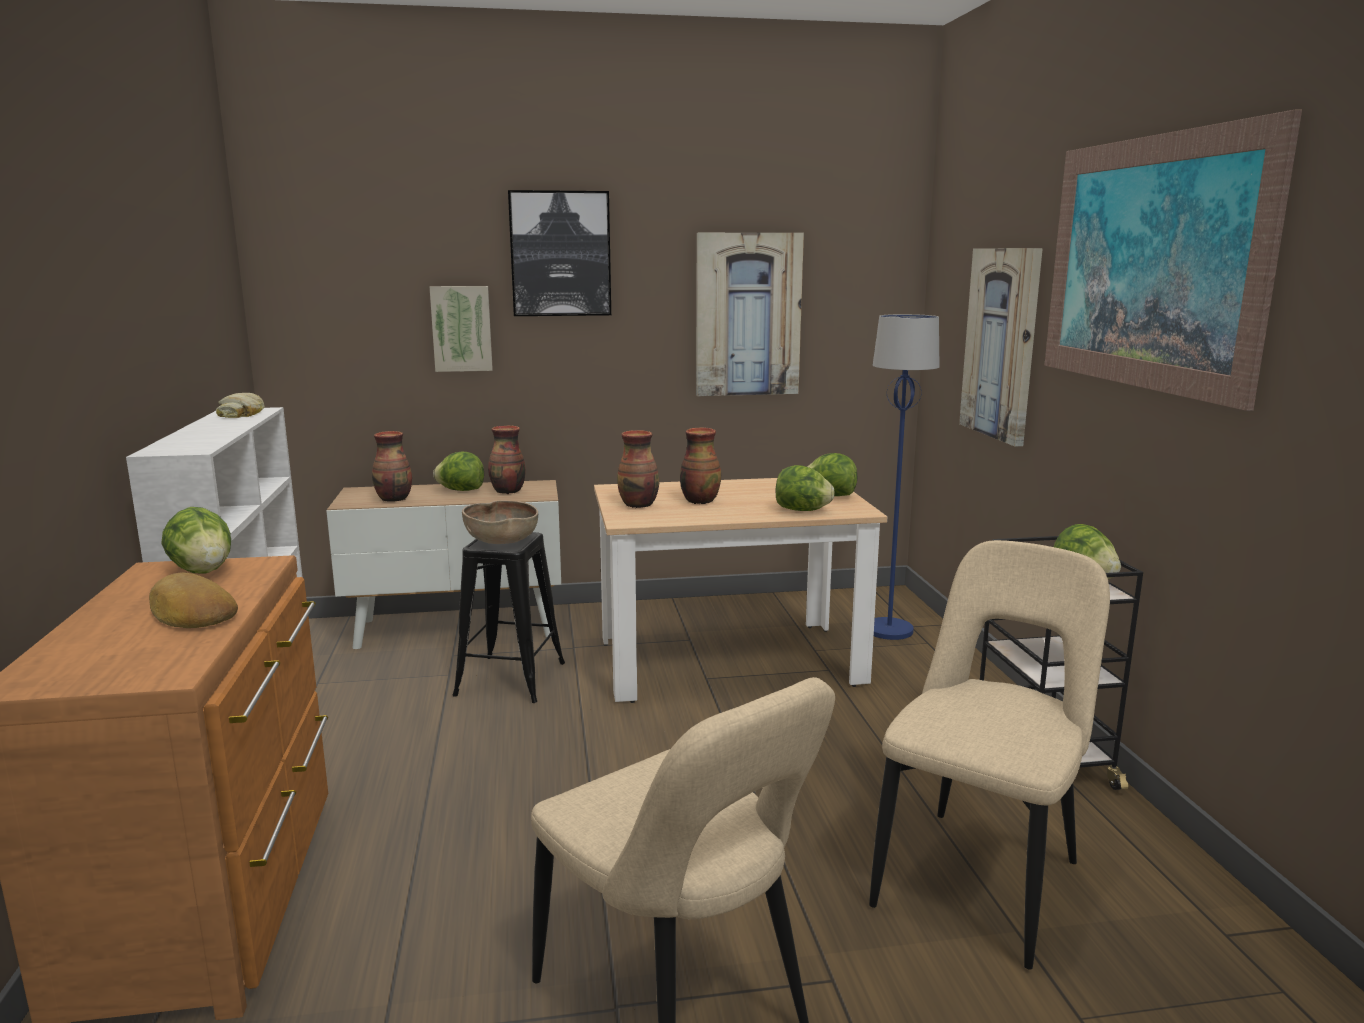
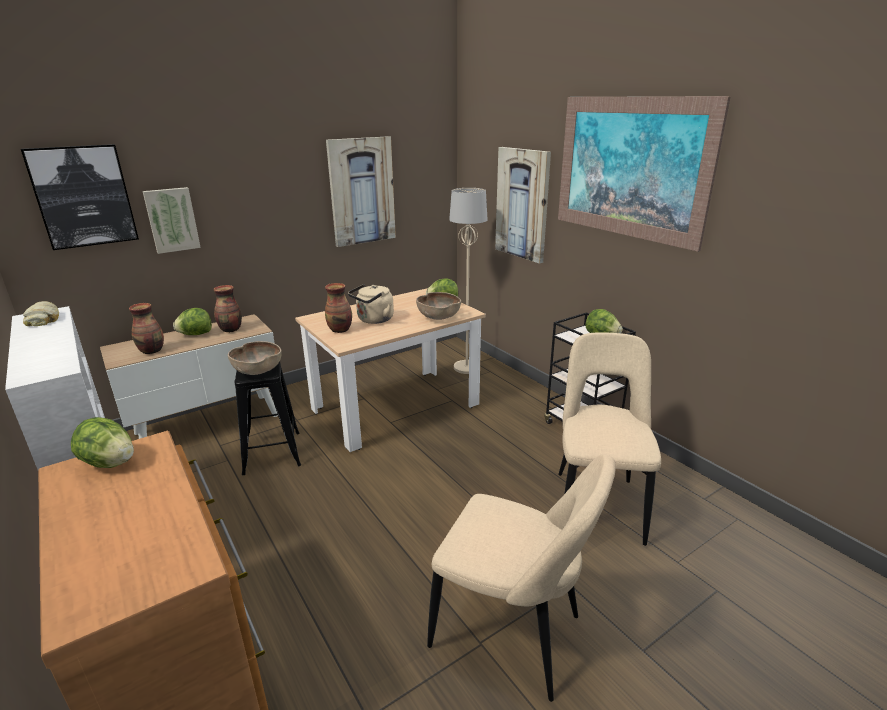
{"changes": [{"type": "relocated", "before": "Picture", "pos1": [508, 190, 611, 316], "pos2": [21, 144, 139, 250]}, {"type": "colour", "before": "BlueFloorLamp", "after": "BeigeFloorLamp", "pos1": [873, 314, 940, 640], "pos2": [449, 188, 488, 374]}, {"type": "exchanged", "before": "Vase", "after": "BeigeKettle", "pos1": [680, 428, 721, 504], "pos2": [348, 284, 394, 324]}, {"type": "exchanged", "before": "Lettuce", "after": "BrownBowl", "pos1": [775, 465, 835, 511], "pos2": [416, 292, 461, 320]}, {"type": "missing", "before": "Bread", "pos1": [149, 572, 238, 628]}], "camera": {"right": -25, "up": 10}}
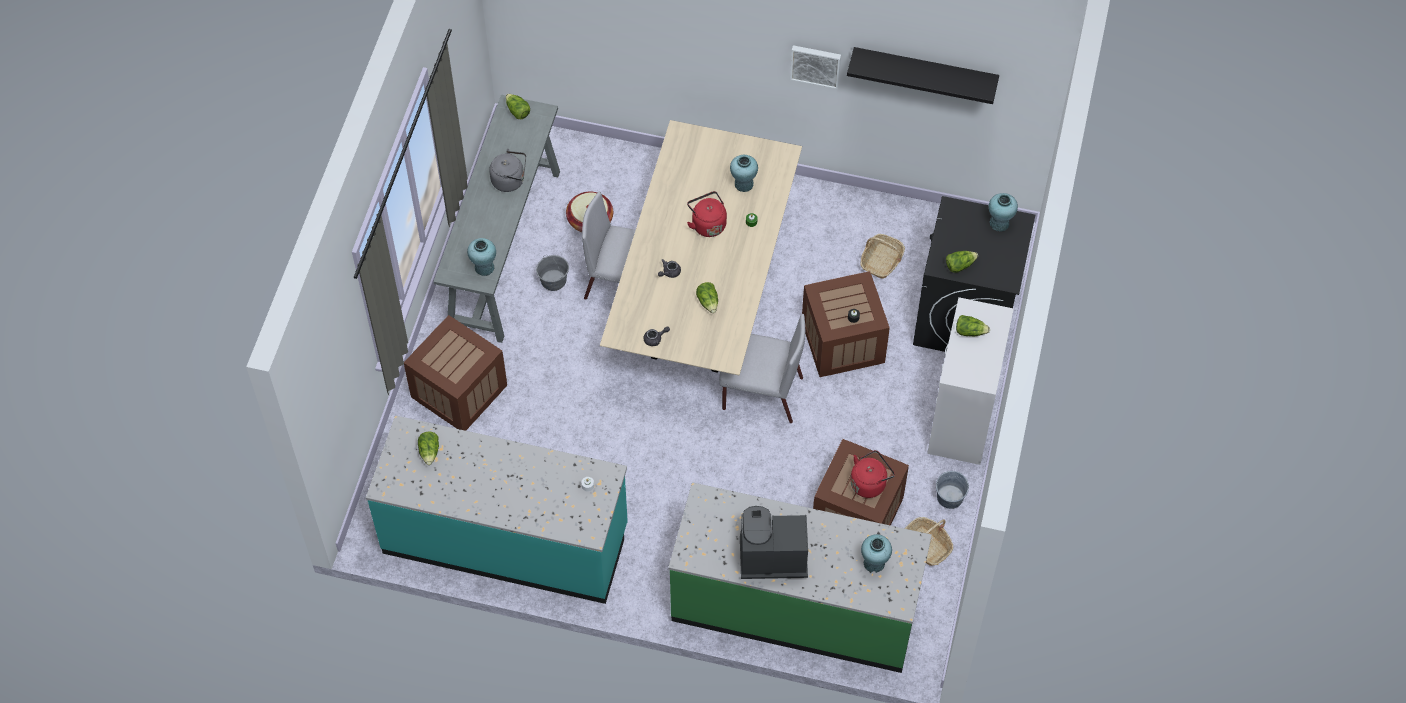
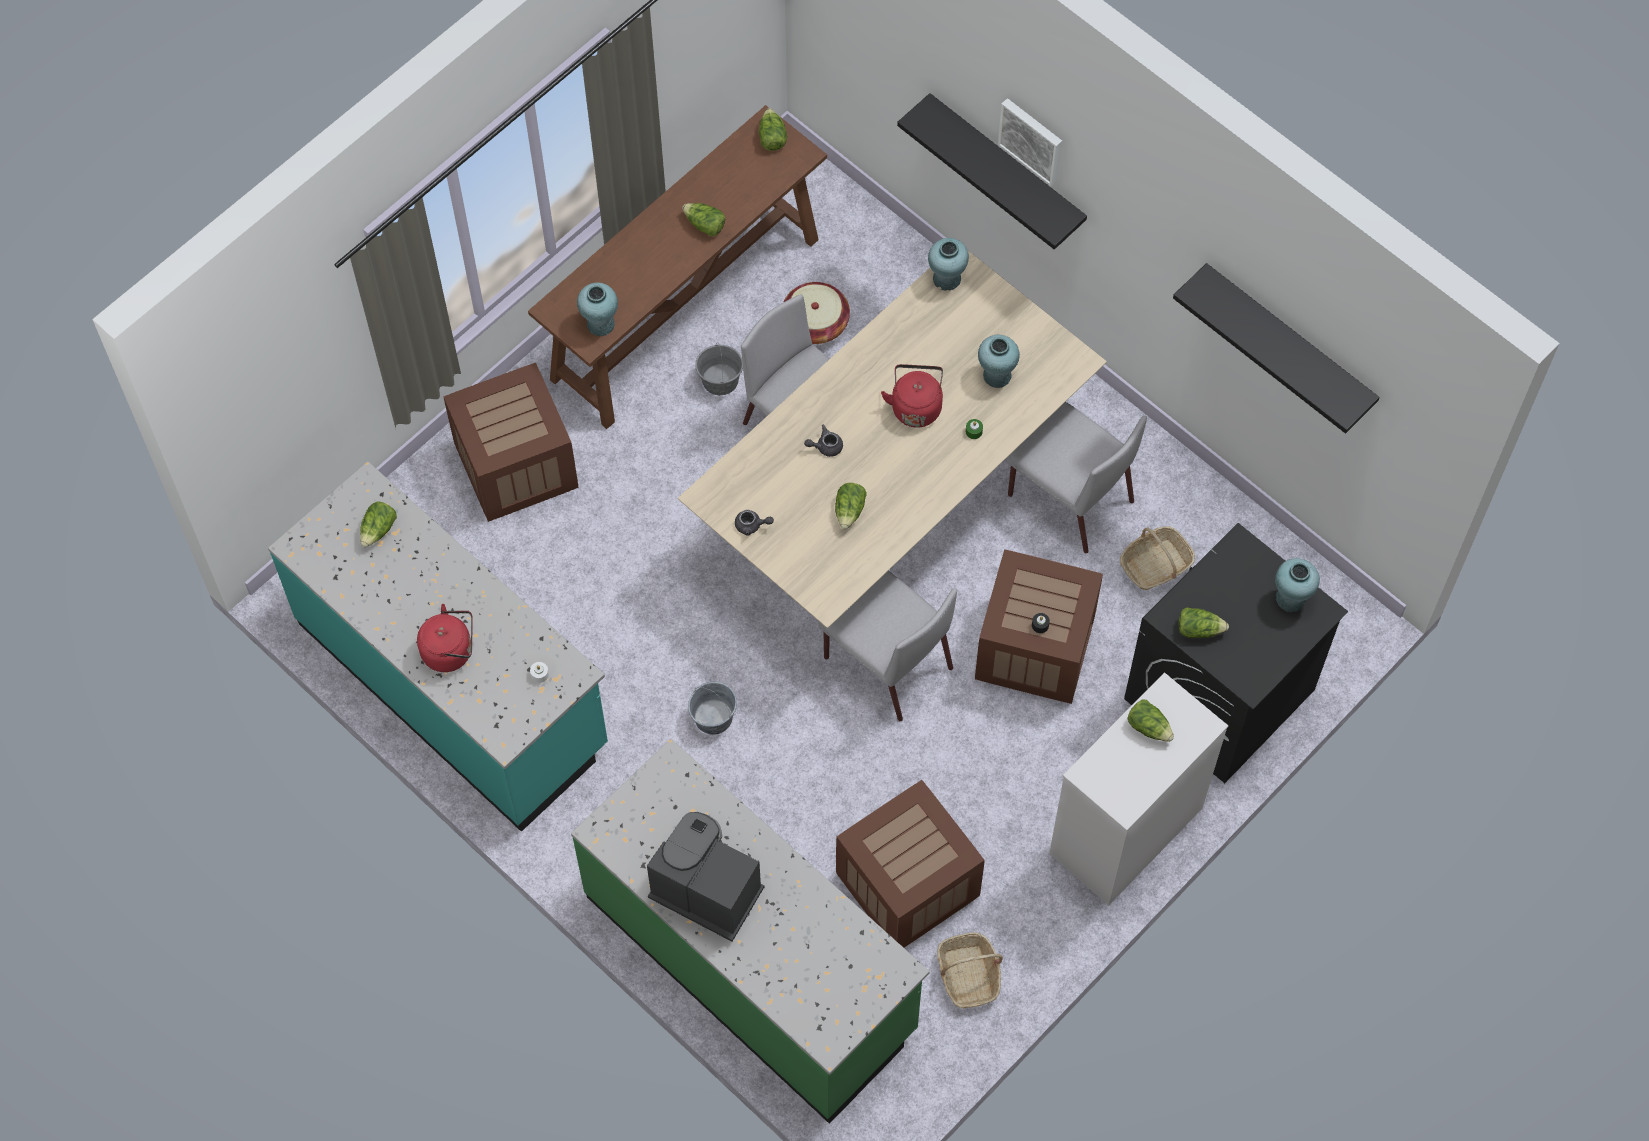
{"changes": [{"type": "relocated", "before": "Picture", "pos1": [790, 45, 841, 89], "pos2": [998, 98, 1062, 186]}, {"type": "colour", "before": "GreyConsoleTable", "after": "BrownConsoleTable", "pos1": [433, 95, 560, 343], "pos2": [528, 105, 827, 429]}, {"type": "exchanged", "before": "GreyKettle", "after": "Lettuce", "pos1": [489, 149, 526, 192], "pos2": [682, 203, 725, 237]}, {"type": "relocated", "before": "RedKettle", "pos1": [850, 450, 895, 498], "pos2": [417, 604, 473, 672]}, {"type": "relocated", "before": "GreyBucket", "pos1": [936, 471, 969, 509], "pos2": [688, 682, 737, 735]}, {"type": "relocated", "before": "TurquoiseVase", "pos1": [861, 534, 892, 573], "pos2": [928, 238, 969, 291]}, {"type": "appeared", "after": "BlackShelf", "pos2": [897, 93, 1087, 250]}, {"type": "appeared", "after": "GreyChair", "pos2": [1007, 402, 1147, 553]}], "camera": {"right": 30, "up": 5}}
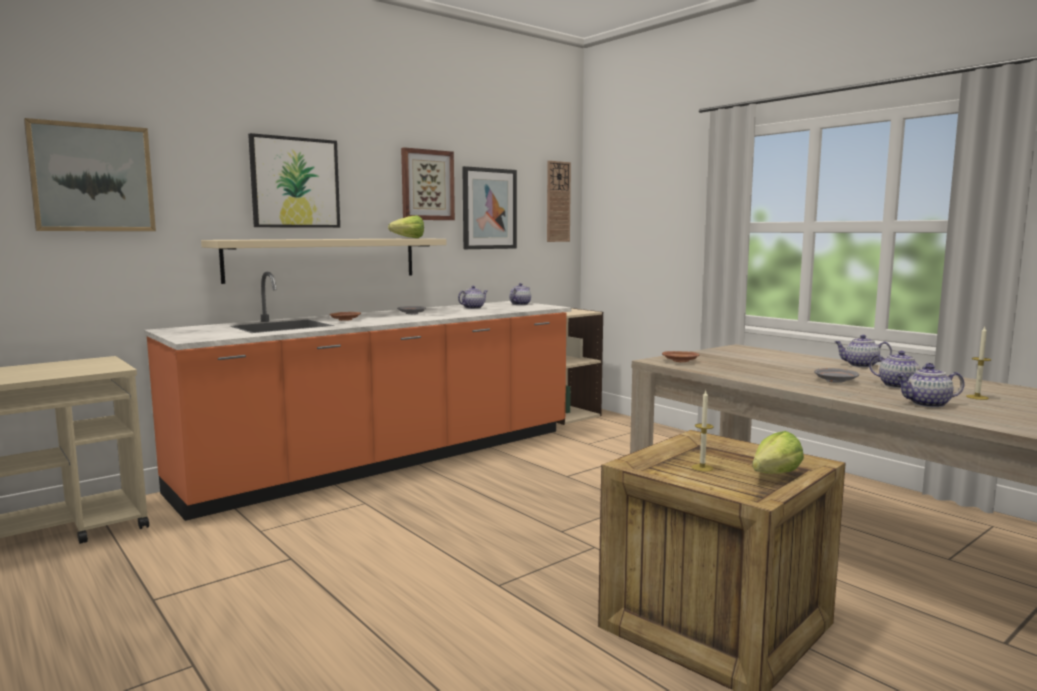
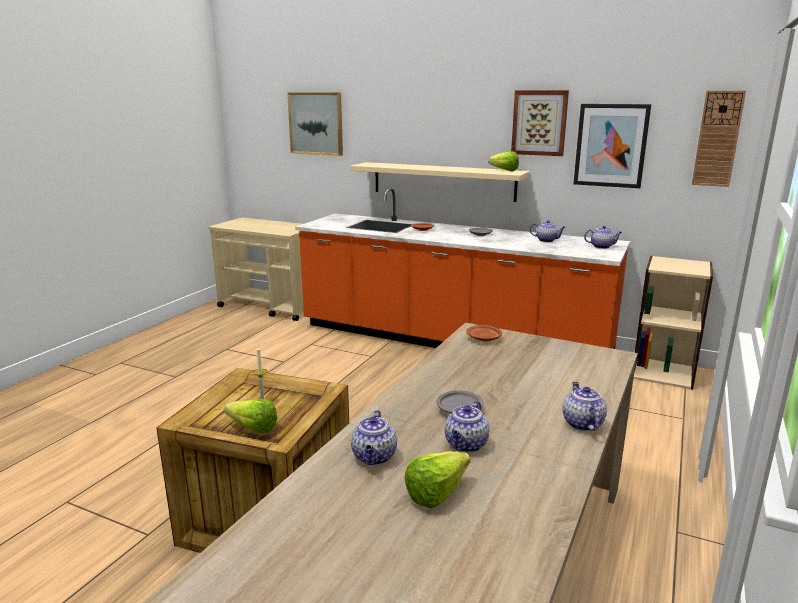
{"changes": [{"type": "missing", "before": "Picture", "pos1": [248, 133, 340, 228]}, {"type": "exchanged", "before": "Candle", "after": "Lettuce", "pos1": [966, 327, 991, 400], "pos2": [404, 451, 470, 508]}, {"type": "spun", "before": "Teapot", "pos1": [896, 365, 965, 408], "pos2": [351, 410, 397, 465], "turn": -150}], "camera": {"right": 65, "up": 10}}
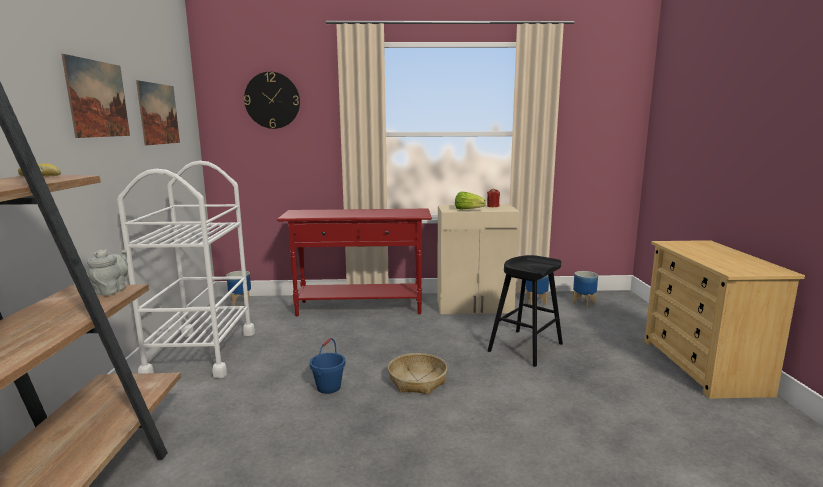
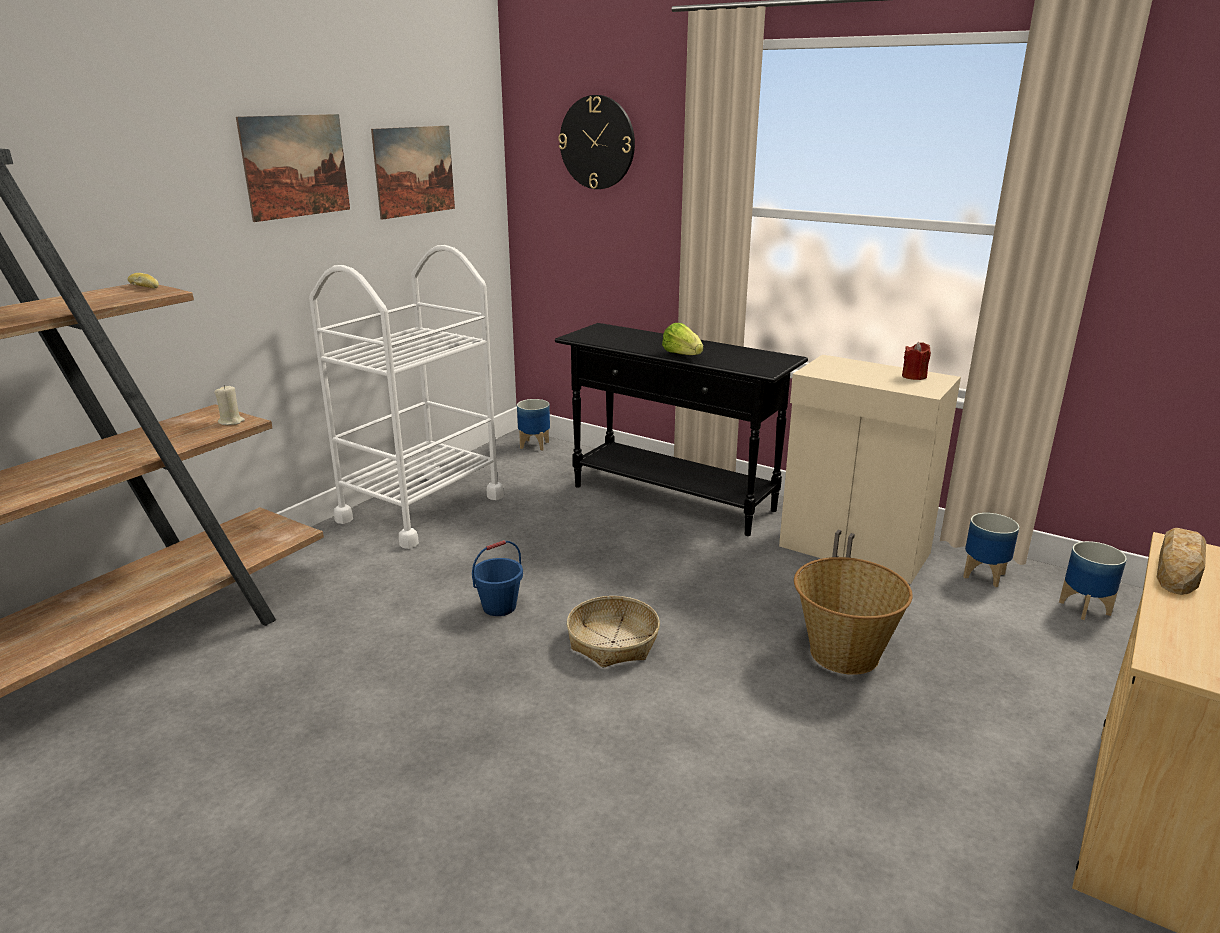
{"changes": [{"type": "relocated", "before": "Lettuce", "pos1": [455, 192, 486, 210], "pos2": [662, 323, 703, 355]}, {"type": "colour", "before": "RedConsoleTable", "after": "BlackConsoleTable", "pos1": [277, 209, 432, 316], "pos2": [555, 323, 808, 536]}, {"type": "exchanged", "before": "GreyTeapot", "after": "BeigeCandle", "pos1": [87, 249, 128, 295], "pos2": [214, 385, 245, 425]}, {"type": "exchanged", "before": "BlackStool", "after": "Basket", "pos1": [488, 255, 563, 367], "pos2": [794, 557, 913, 675]}, {"type": "appeared", "after": "Bread", "pos2": [1157, 528, 1206, 595]}], "camera": {"right": 35, "up": 10}}
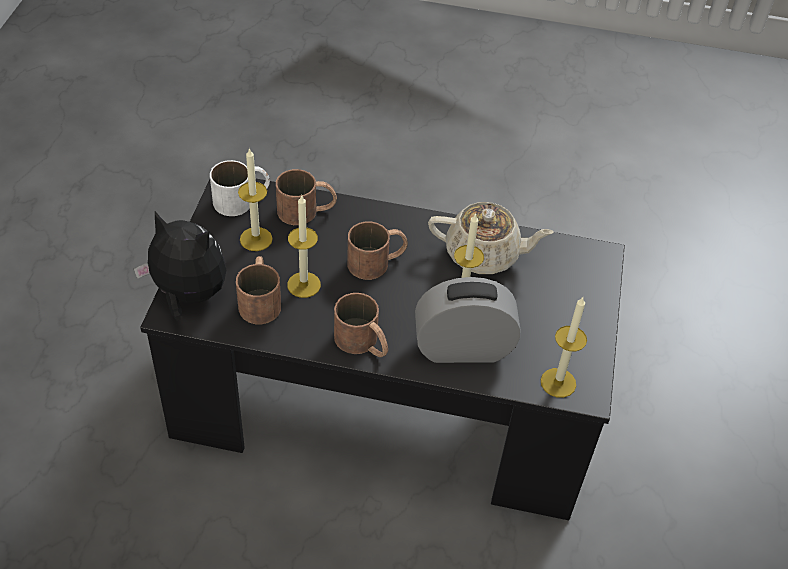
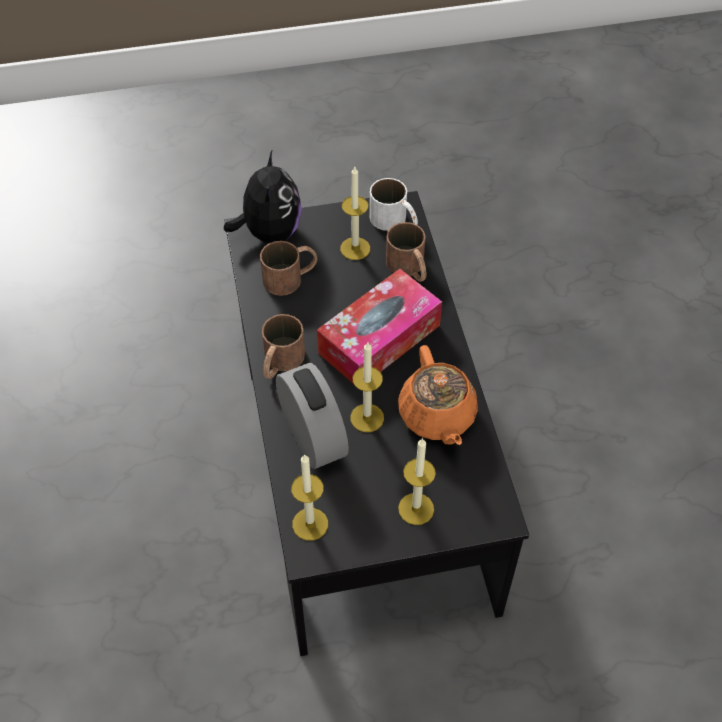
{"changes": [{"type": "relocated", "before": "Candle", "pos1": [287, 196, 321, 298], "pos2": [398, 438, 436, 525]}, {"type": "colour", "before": "BeigeTeapot", "after": "OrangeTeapot", "pos1": [428, 202, 554, 274], "pos2": [398, 345, 478, 445]}, {"type": "exchanged", "before": "BrownMug", "after": "TissueBox", "pos1": [347, 222, 408, 280], "pos2": [317, 269, 442, 384]}], "camera": {"right": 70, "up": 5}}
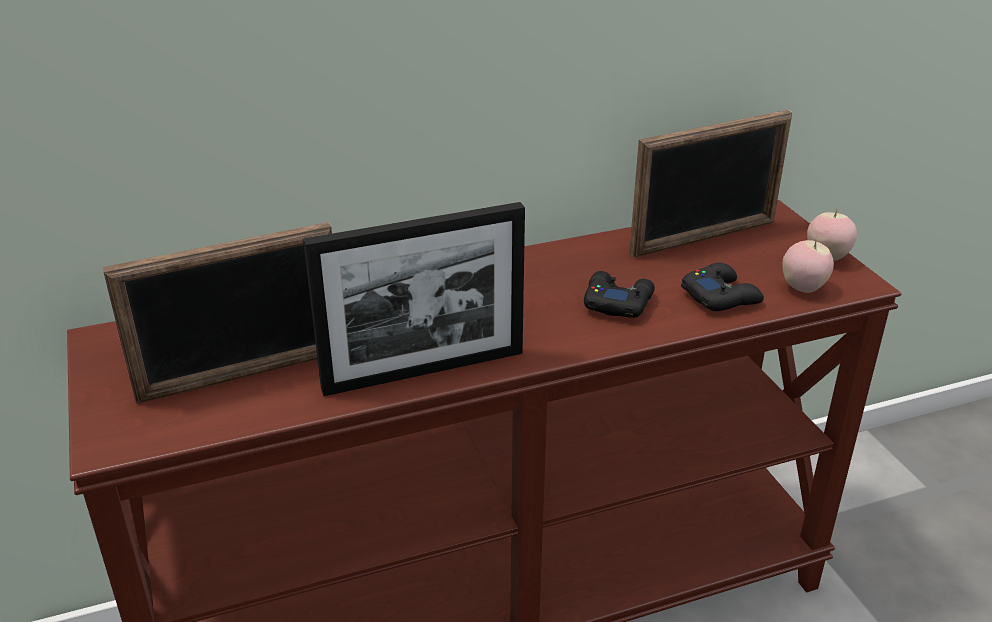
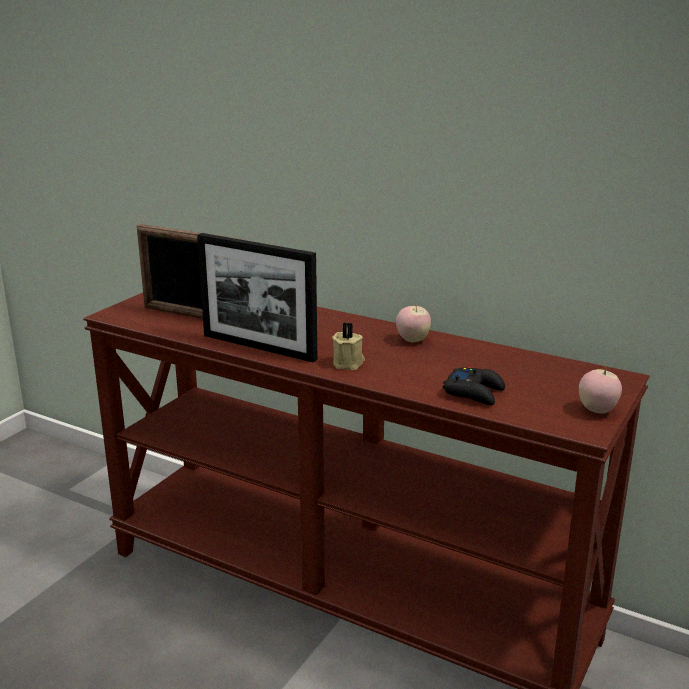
{"changes": [{"type": "missing", "before": "PictureFrame", "pos1": [629, 110, 792, 258]}, {"type": "relocated", "before": "Apple", "pos1": [783, 240, 834, 293], "pos2": [396, 305, 431, 342]}, {"type": "missing", "before": "BlackGameController", "pos1": [584, 271, 655, 318]}, {"type": "appeared", "after": "BeigeCandle", "pos2": [332, 323, 365, 370]}], "camera": {"right": 50, "up": -10}}
